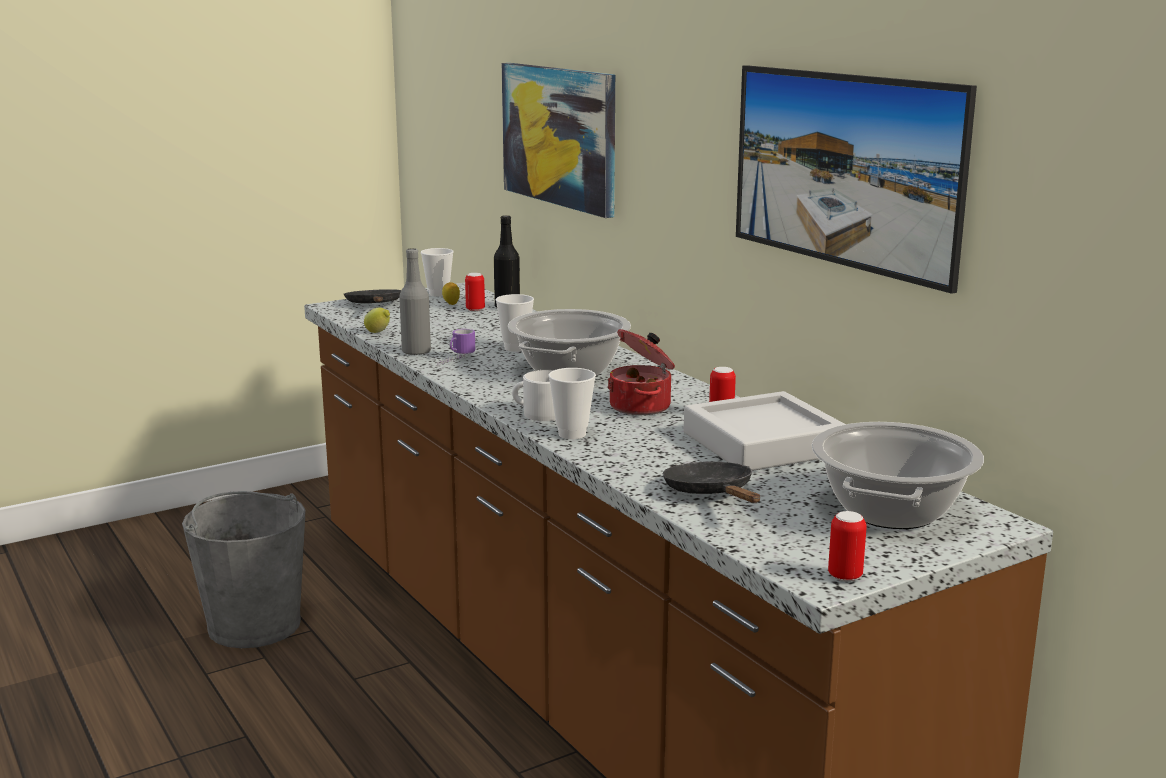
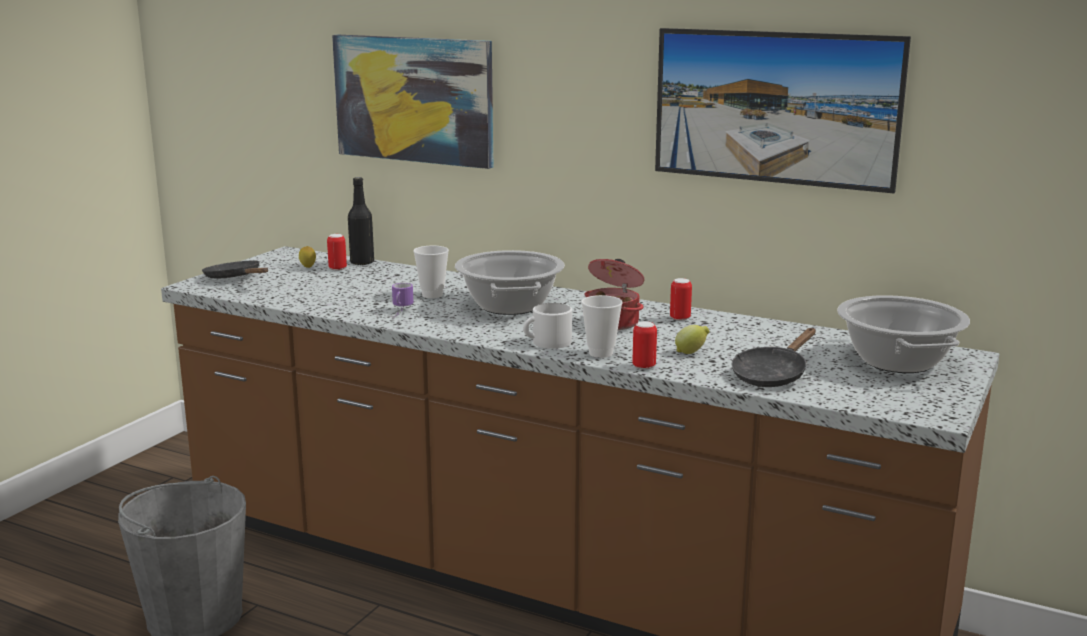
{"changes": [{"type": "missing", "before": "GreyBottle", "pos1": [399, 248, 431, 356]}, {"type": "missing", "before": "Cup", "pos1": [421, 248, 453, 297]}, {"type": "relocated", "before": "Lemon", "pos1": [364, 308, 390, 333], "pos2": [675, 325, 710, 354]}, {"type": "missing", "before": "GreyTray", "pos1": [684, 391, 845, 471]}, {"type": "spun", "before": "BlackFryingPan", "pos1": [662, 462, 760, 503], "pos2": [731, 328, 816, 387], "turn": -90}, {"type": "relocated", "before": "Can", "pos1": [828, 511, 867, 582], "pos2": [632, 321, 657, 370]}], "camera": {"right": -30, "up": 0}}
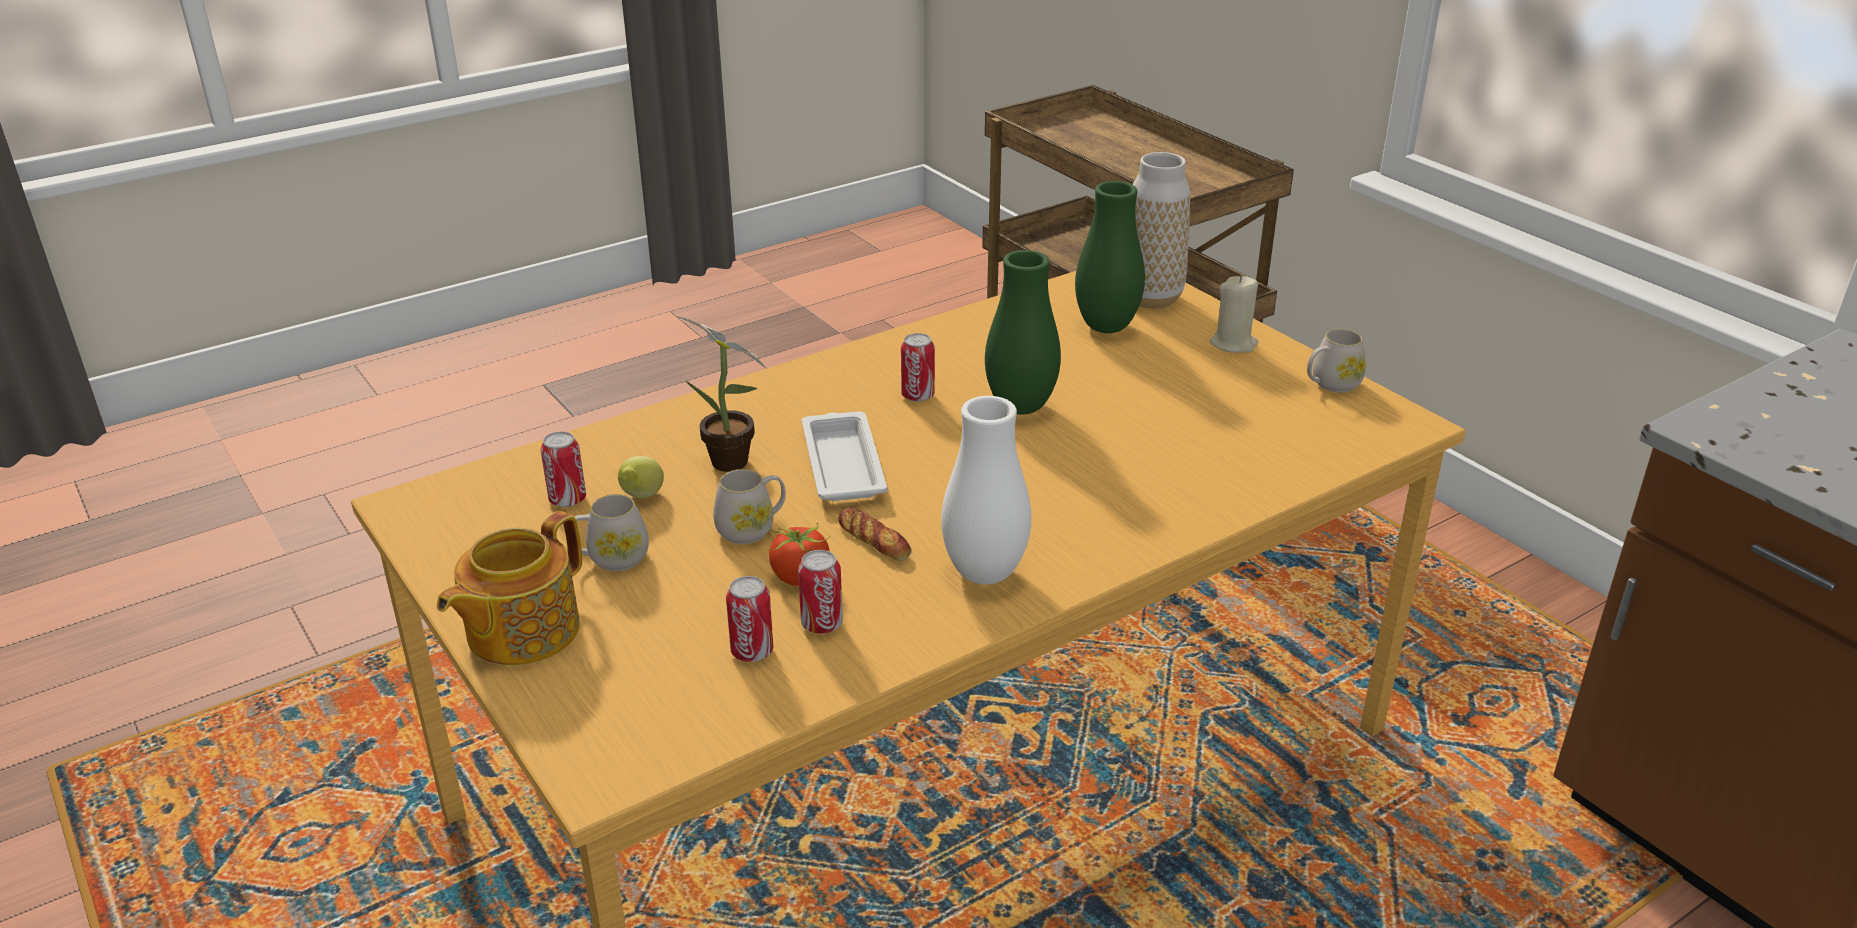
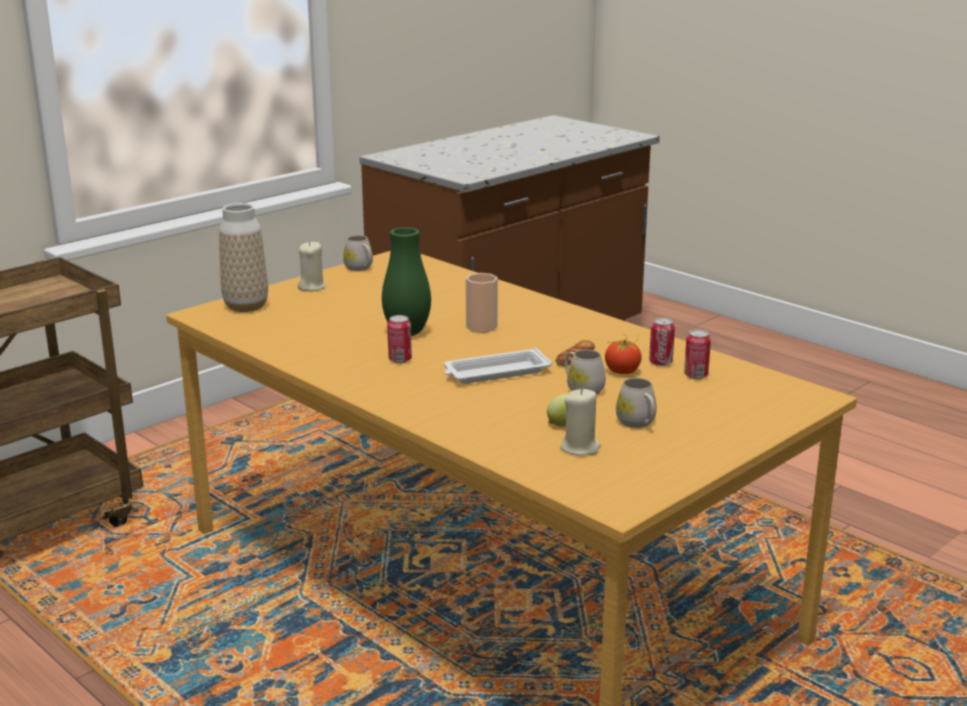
{"changes": [{"type": "missing", "before": "GreenVase", "pos1": [1075, 181, 1145, 333]}, {"type": "missing", "before": "PottedPlant", "pos1": [676, 316, 767, 472]}, {"type": "missing", "before": "WhiteVase", "pos1": [941, 396, 1031, 585]}, {"type": "exchanged", "before": "Can", "after": "BeigeCandle", "pos1": [541, 431, 586, 507], "pos2": [560, 389, 601, 456]}, {"type": "missing", "before": "Teapot", "pos1": [437, 511, 582, 665]}, {"type": "appeared", "after": "Cup", "pos2": [466, 273, 498, 333]}], "camera": {"right": -100, "up": -10}}
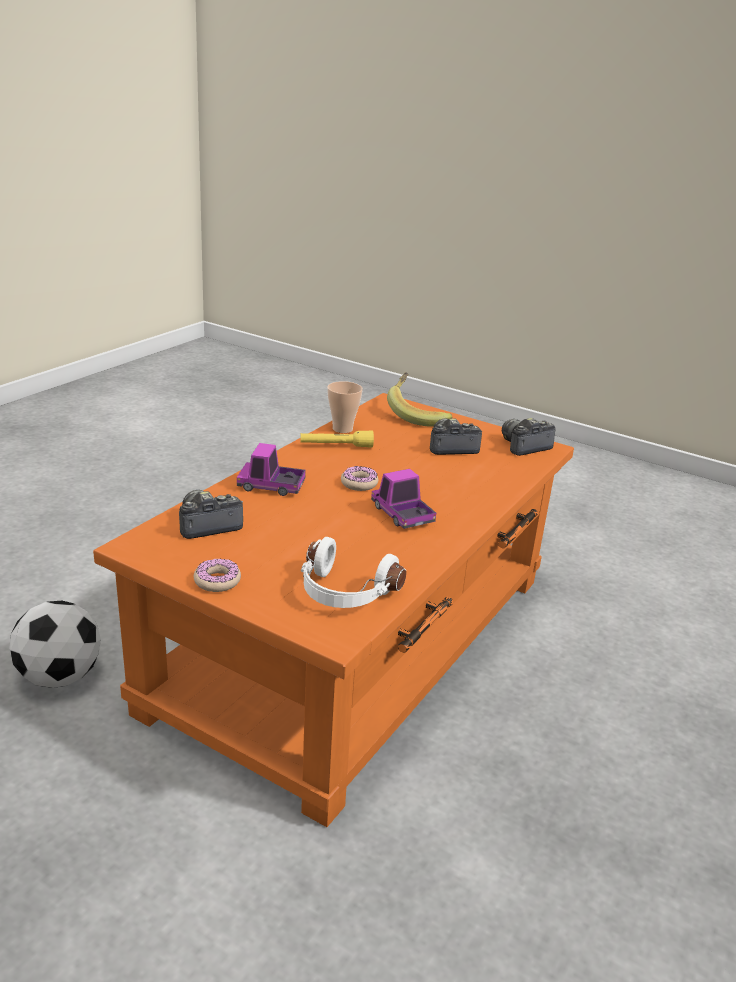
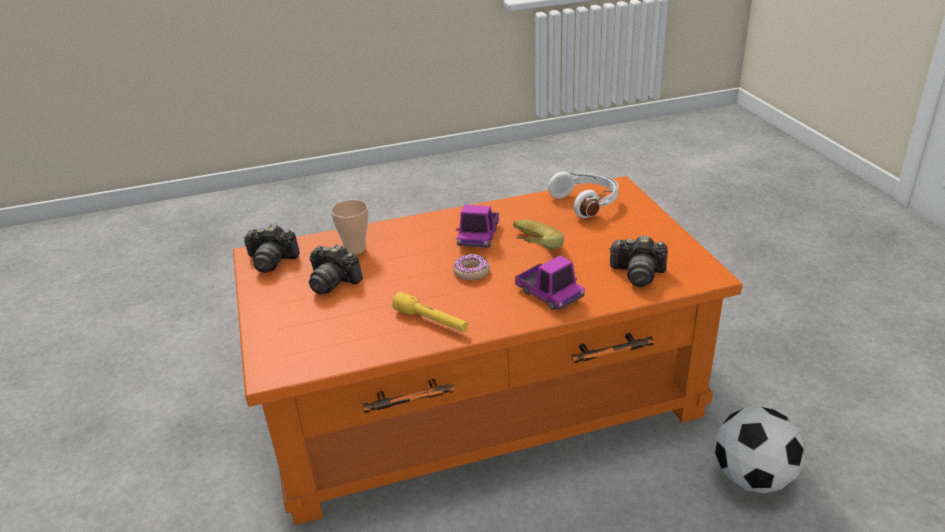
{"changes": [{"type": "relocated", "before": "Banana", "pos1": [387, 372, 452, 427], "pos2": [513, 220, 564, 249]}, {"type": "relocated", "before": "Cup", "pos1": [327, 381, 363, 433], "pos2": [330, 200, 368, 255]}, {"type": "missing", "before": "Donut", "pos1": [194, 558, 241, 592]}], "camera": {"right": -135, "up": 5}}
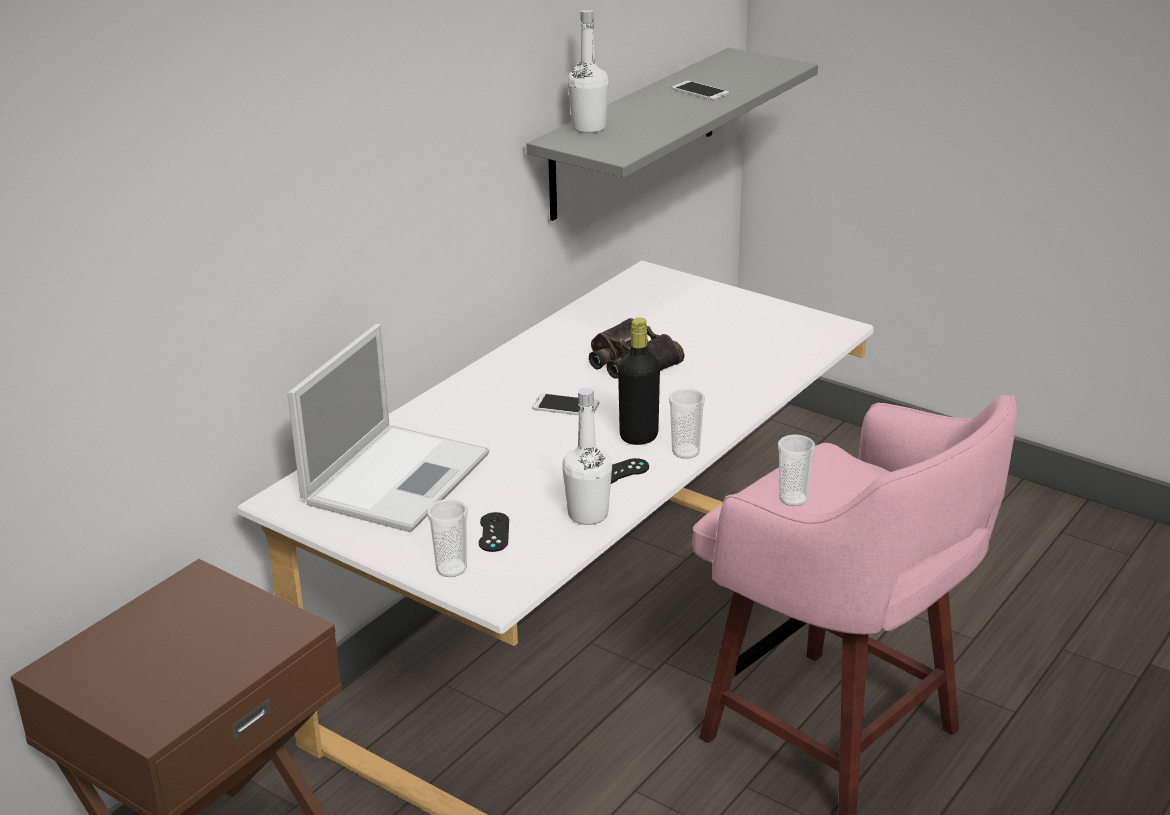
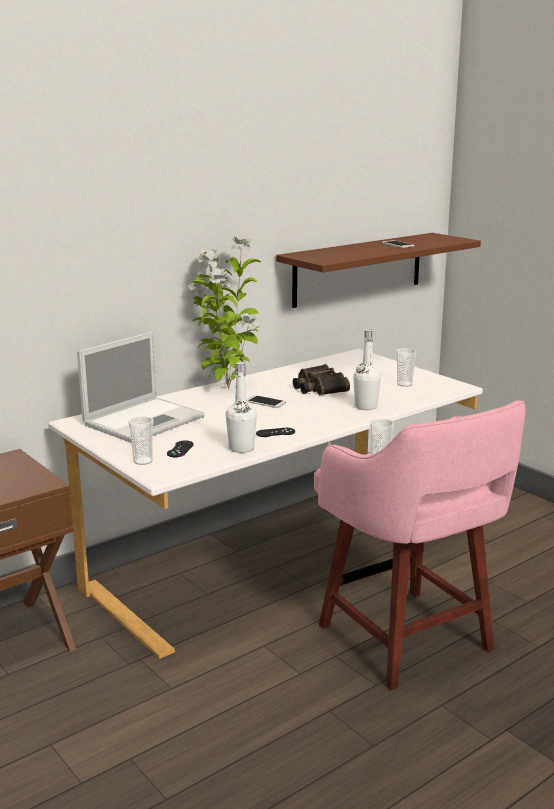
{"changes": [{"type": "relocated", "before": "WhiteBottle", "pos1": [568, 9, 609, 133], "pos2": [353, 329, 381, 410]}, {"type": "colour", "before": "GreyShelf", "after": "BrownShelf", "pos1": [526, 48, 818, 221], "pos2": [276, 233, 481, 308]}, {"type": "missing", "before": "BlackBottle", "pos1": [618, 318, 660, 445]}, {"type": "relocated", "before": "Cup", "pos1": [669, 388, 705, 459], "pos2": [396, 348, 416, 387]}, {"type": "appeared", "after": "PottedPlant", "pos2": [187, 236, 261, 389]}], "camera": {"right": 15, "up": -10}}
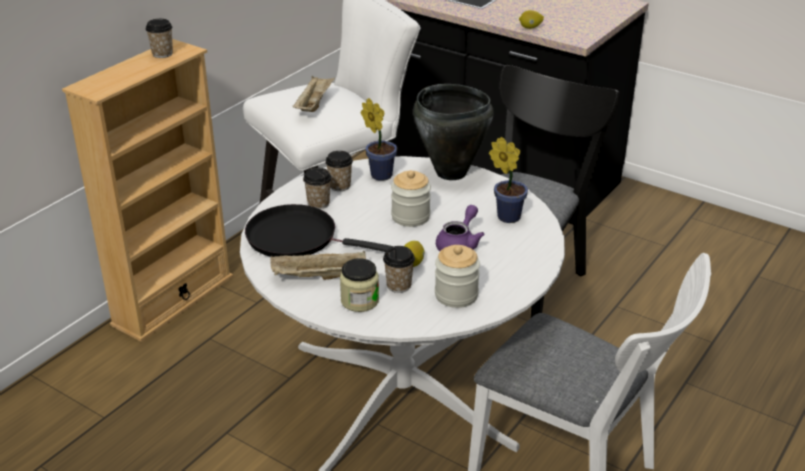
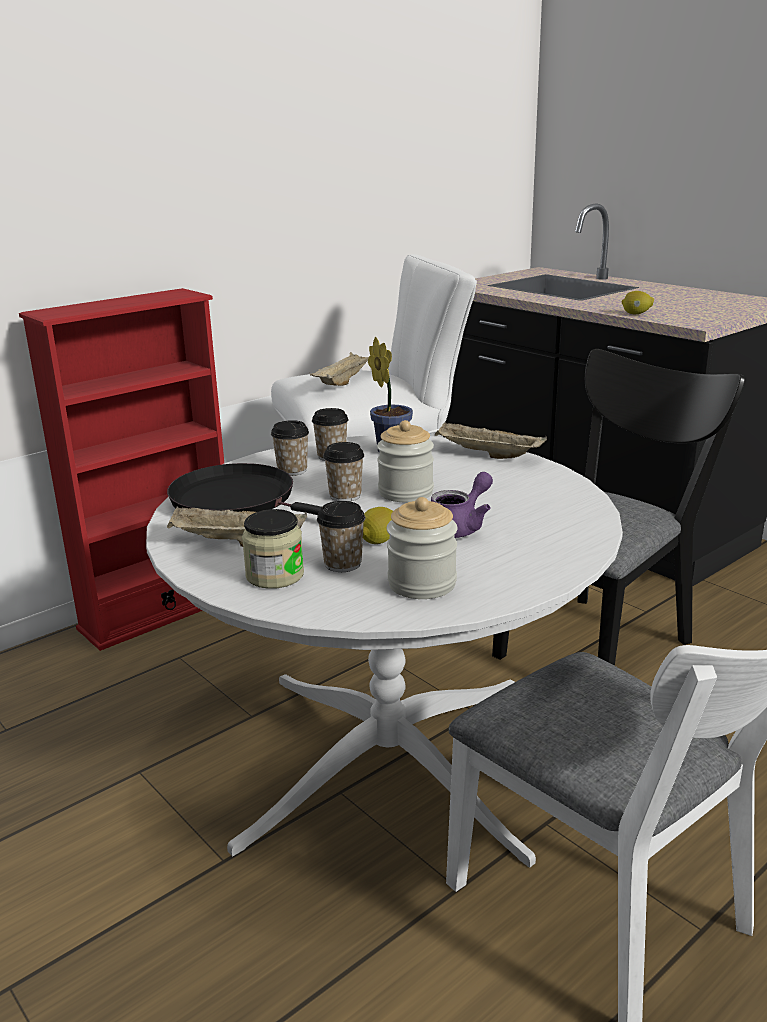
{"changes": [{"type": "relocated", "before": "Cup", "pos1": [146, 19, 173, 58], "pos2": [323, 442, 364, 501]}, {"type": "colour", "before": "BeigeBookcase", "after": "RedBookcase", "pos1": [62, 39, 233, 342], "pos2": [19, 288, 224, 651]}, {"type": "exchanged", "before": "BlackCookingPot", "after": "BeigeTray", "pos1": [413, 84, 494, 180], "pos2": [435, 422, 547, 459]}, {"type": "missing", "before": "PottedPlant", "pos1": [489, 137, 528, 223]}], "camera": {"right": 15, "up": -10}}
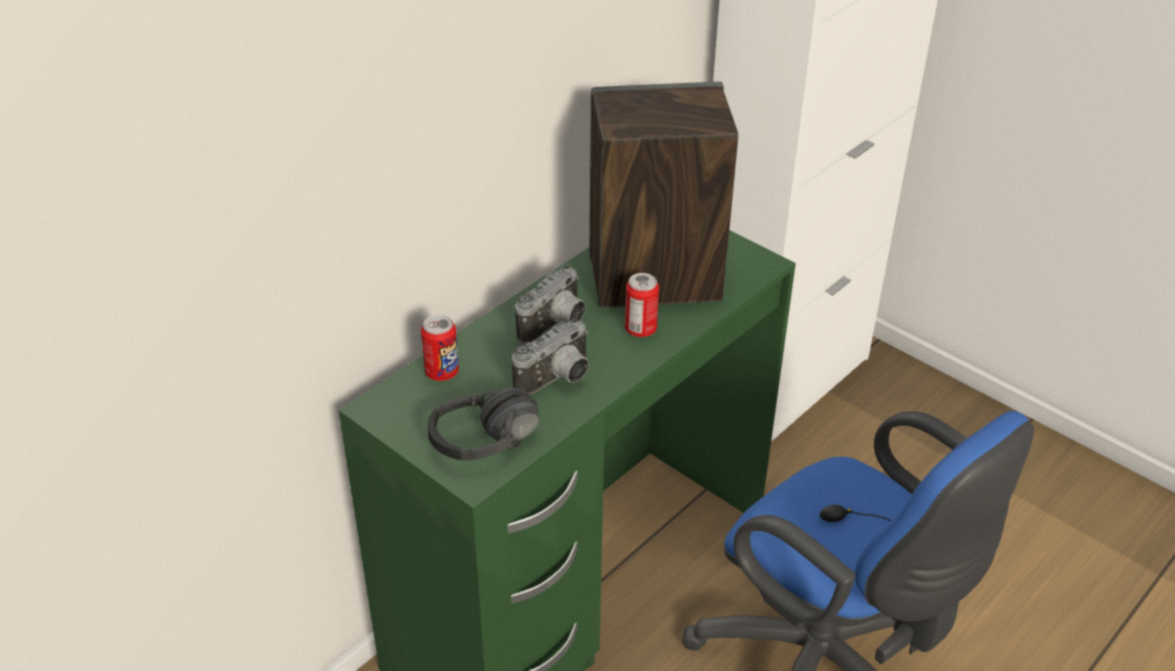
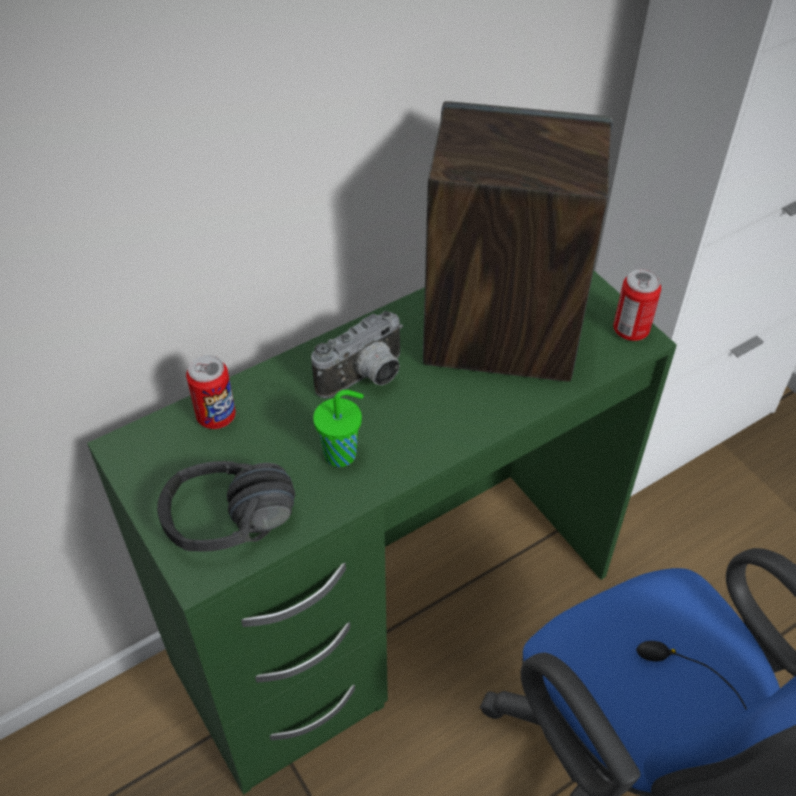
{"changes": [{"type": "relocated", "before": "Can", "pos1": [625, 273, 659, 337], "pos2": [613, 269, 661, 341]}, {"type": "exchanged", "before": "PhotoCamera", "after": "GreenCup", "pos1": [512, 318, 589, 396], "pos2": [313, 390, 364, 467]}], "camera": {"right": 15, "up": 10}}
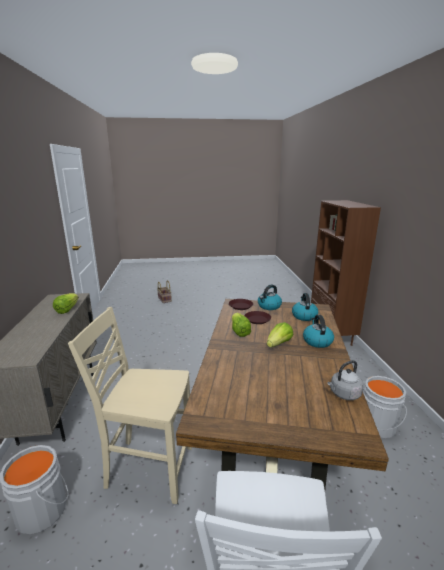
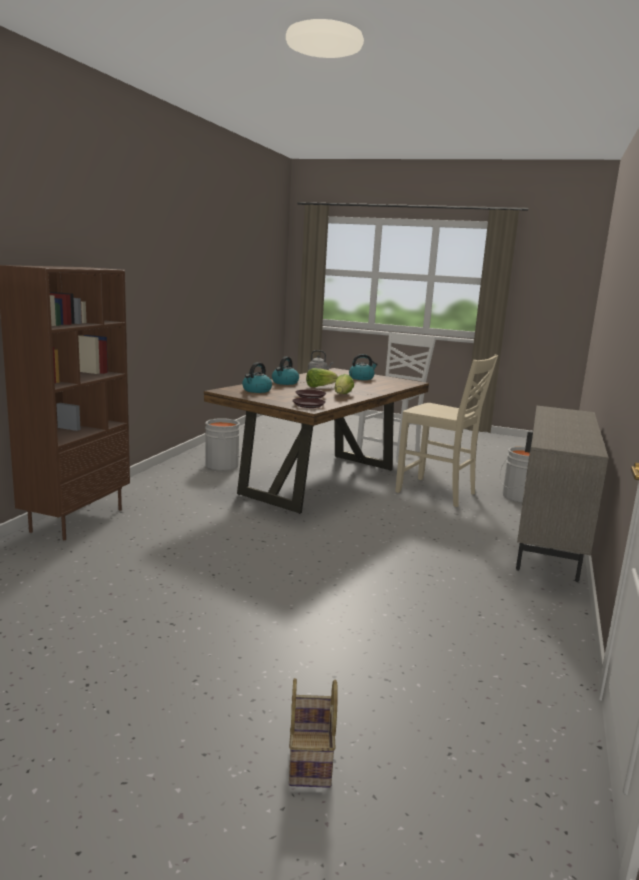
{"changes": [{"type": "relocated", "before": "Kettle", "pos1": [258, 284, 282, 310], "pos2": [349, 354, 378, 380]}, {"type": "missing", "before": "Lettuce", "pos1": [53, 293, 79, 314]}], "camera": {"right": -155, "up": -5}}
